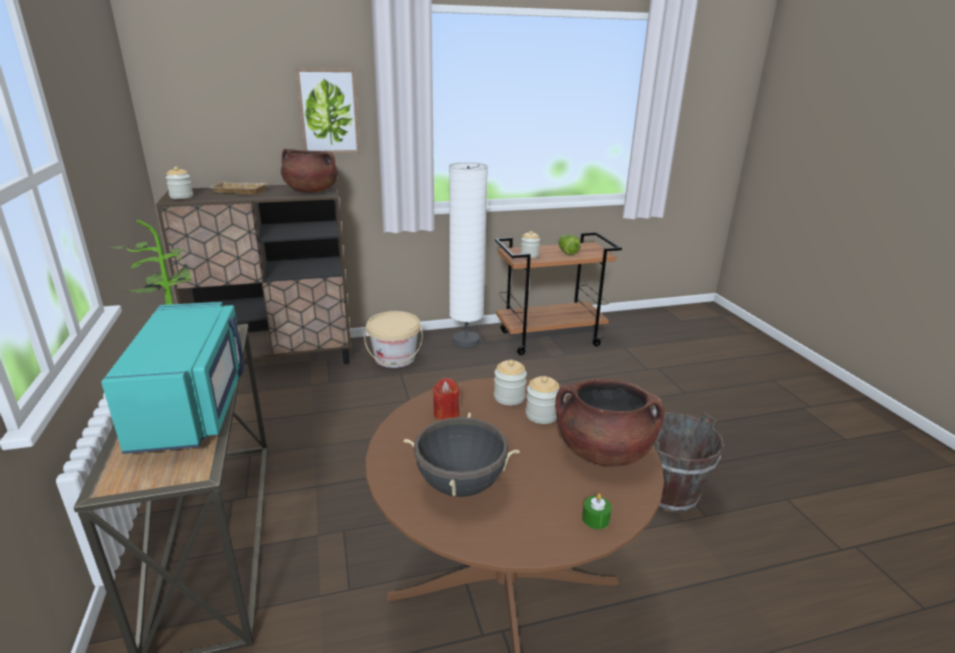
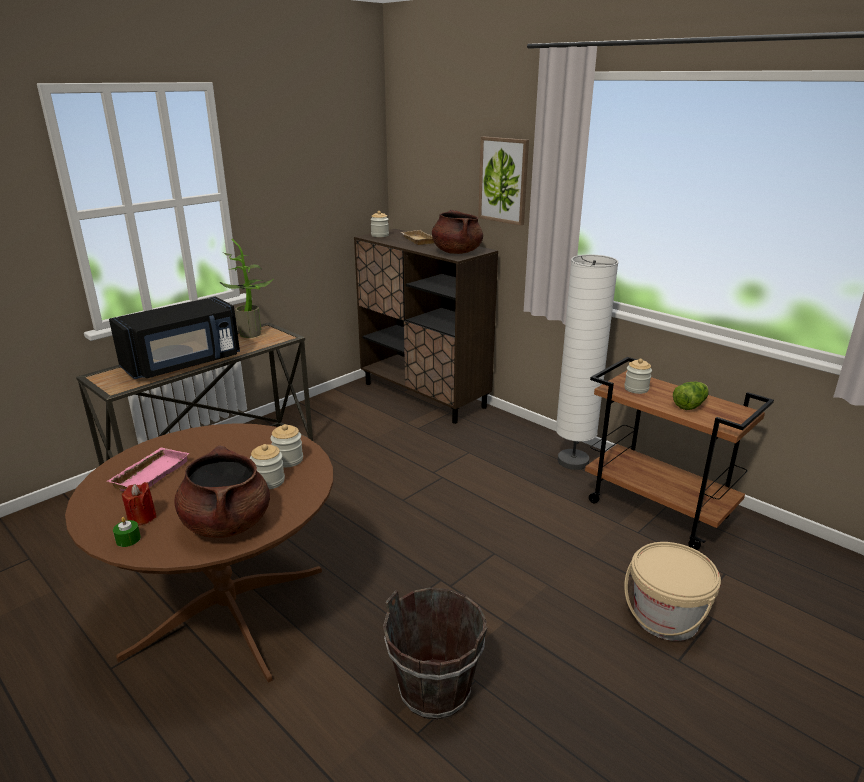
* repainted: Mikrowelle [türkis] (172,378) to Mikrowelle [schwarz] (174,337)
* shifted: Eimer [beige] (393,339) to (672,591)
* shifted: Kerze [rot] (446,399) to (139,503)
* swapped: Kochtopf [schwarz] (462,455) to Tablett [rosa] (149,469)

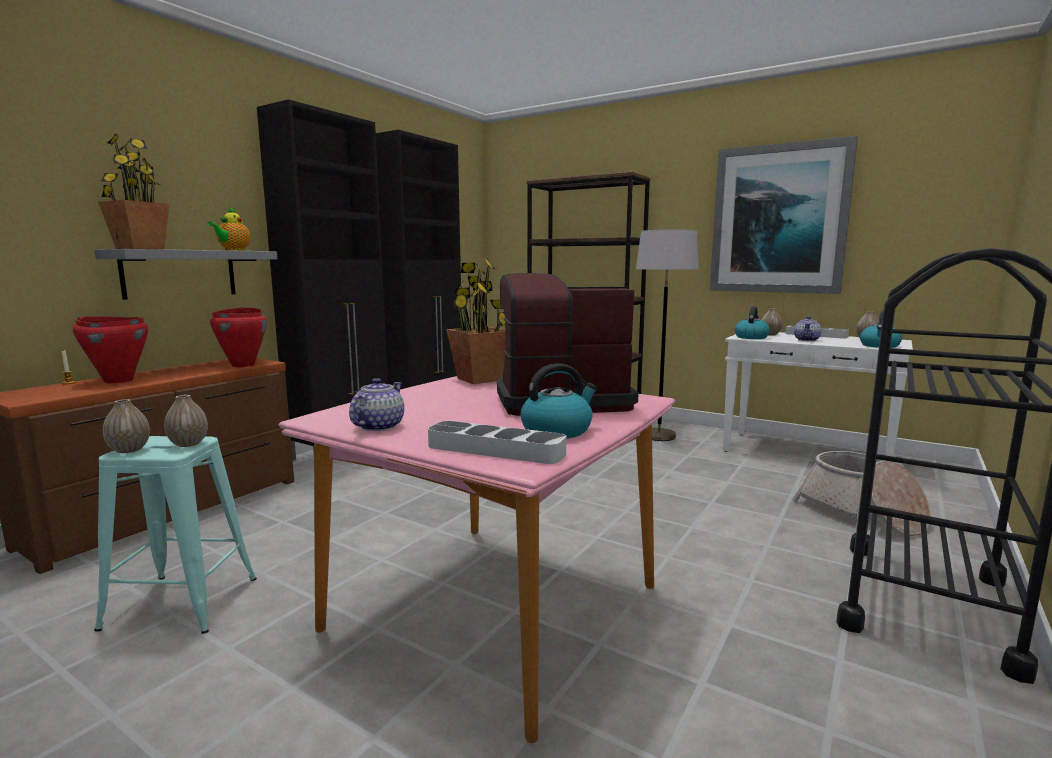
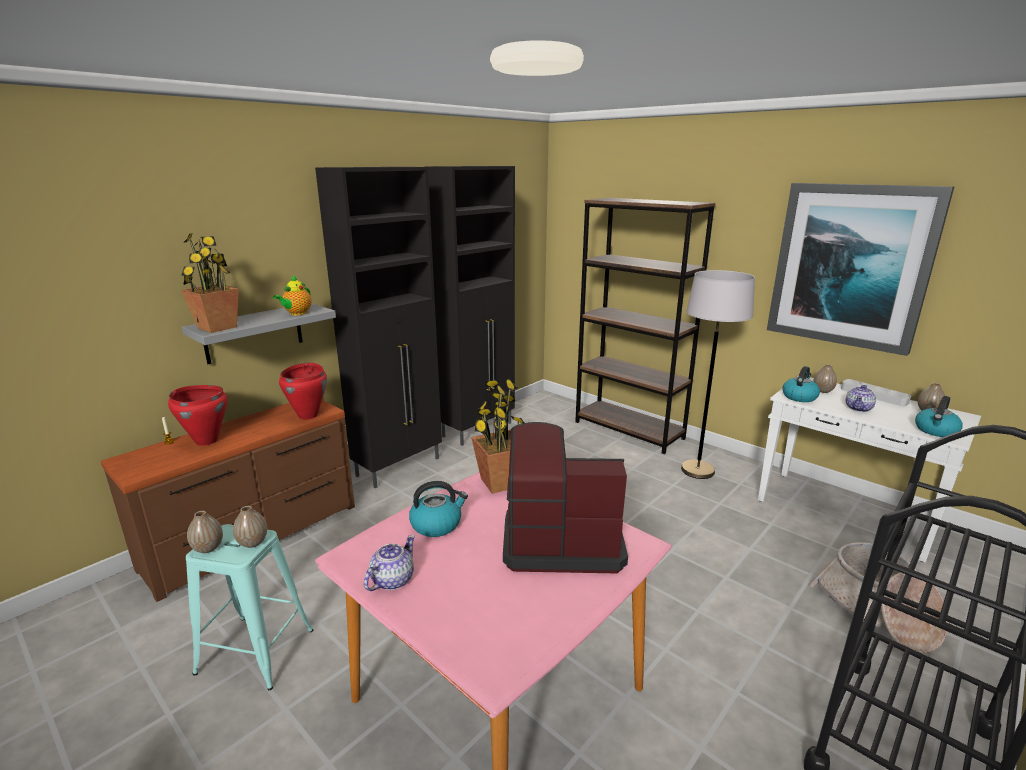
* shifted: Wasserkessel (559,401) to (438,509)
* gone: Tablett [grau] (497,442)

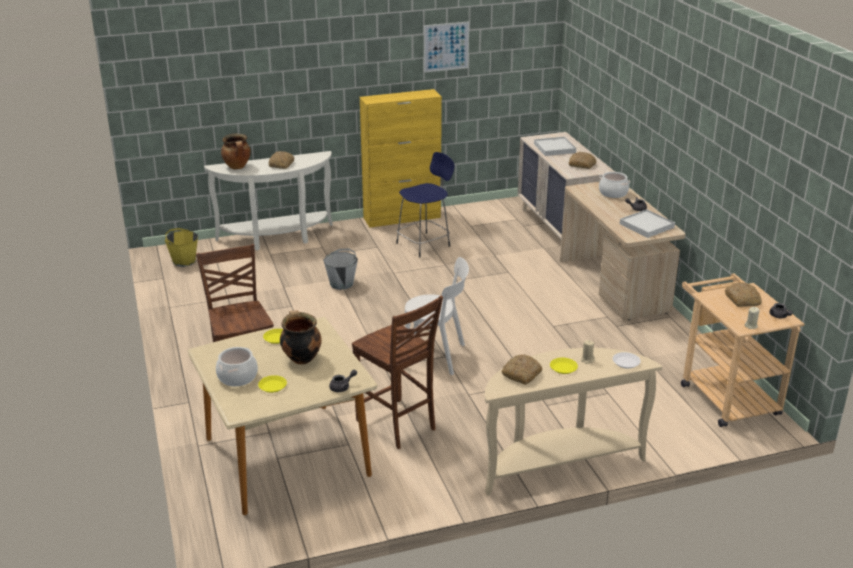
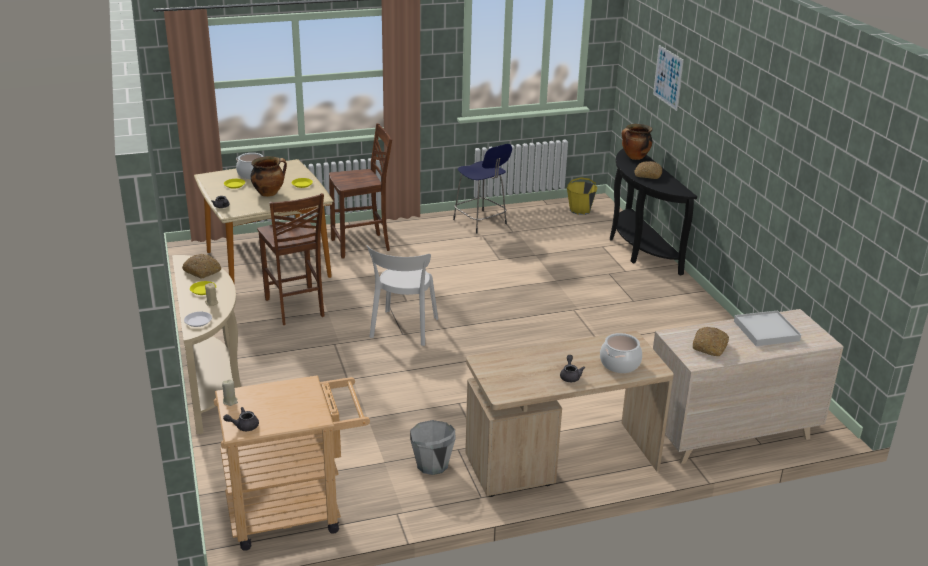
* shifted: Bild (446,47) to (668,78)
* gone: Schrank [gelb] (401,158)
* repainted: Konsolentisch [weiß] (268,201) to Konsolentisch [schwarz] (653,212)
* shifted: Hocker [blau] (425,204) to (482,189)
* gone: Tablett [weiß] (647,223)
* shifted: Eimer [grau] (340,269) to (433,447)
* gone: Brot (743,294)
* rotated: Stuhl [braun] (397,372) = (291,259) 75 degrees counterclockwise

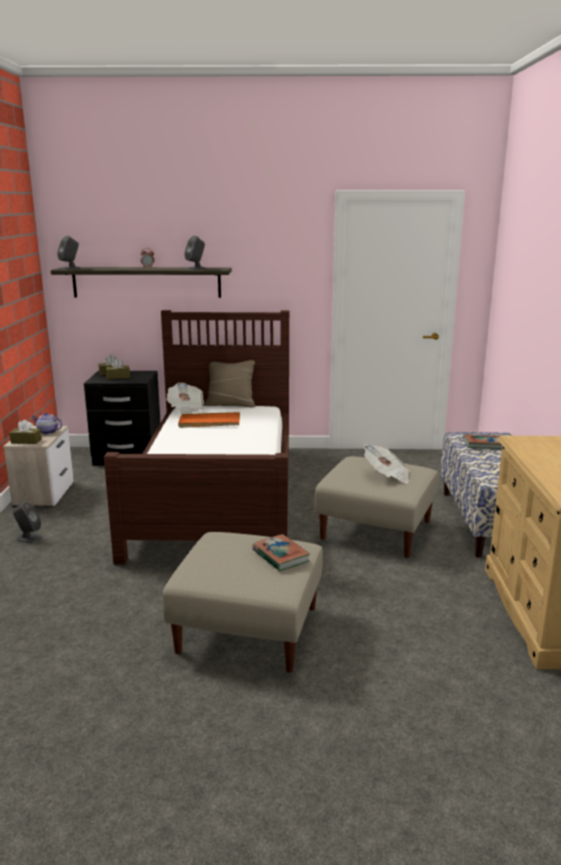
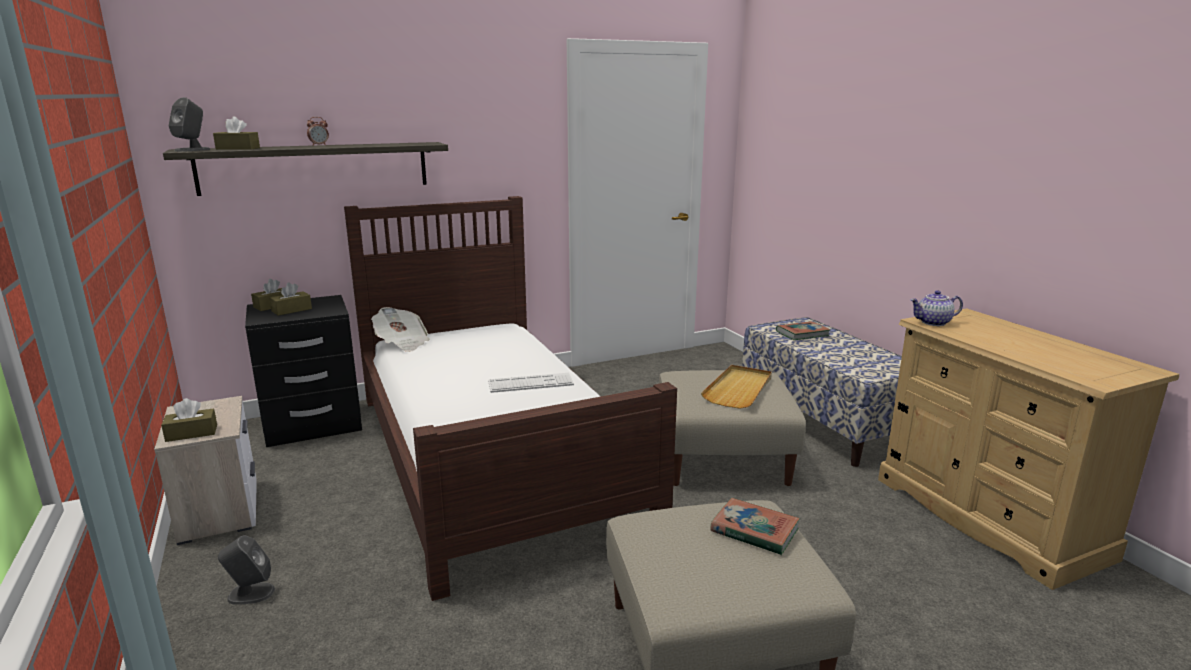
* gone: Lautsprecher [grau] (195,253)
* gone: Kissen [beige] (230,383)
* shifted: Teekanne (47,423) to (936,308)
* gone: Tablett [orange] (209,420)
* swapped: Zeitung (387,463) to Tablett [beige] (736,387)
* new: Taschentuchbox [braun] (236,132)
* new: Tastatur (531,383)

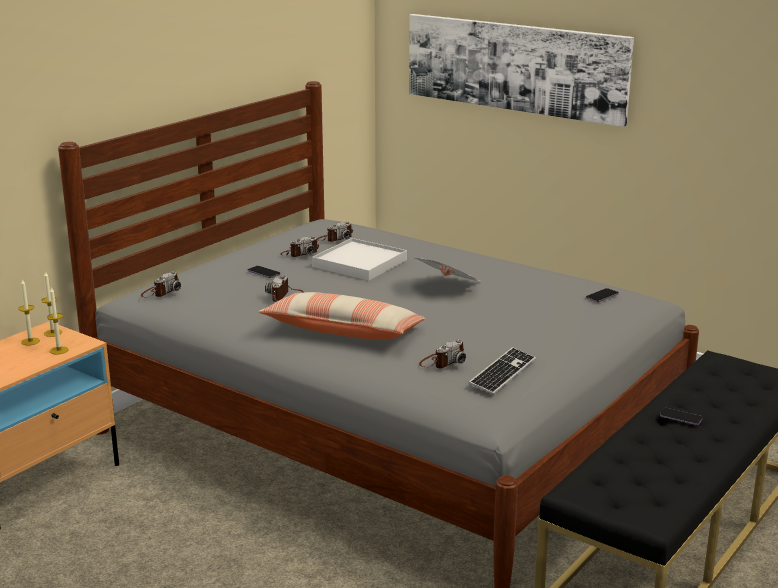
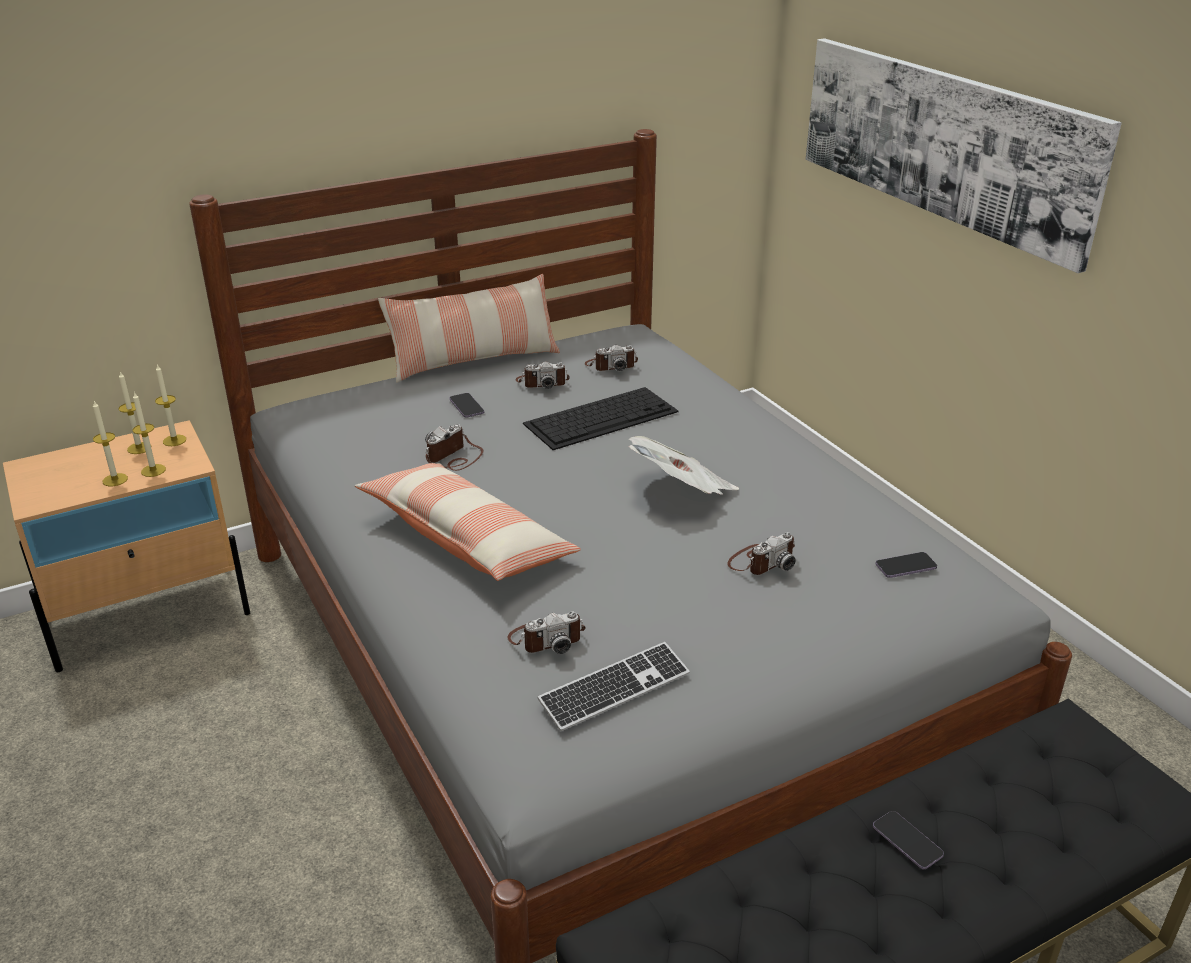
* swapped: Tablett [weiß] (359,259) to Tastatur (600,418)
* shifted: Kamera (161,284) to (761,553)
* new: Kissen (469,328)
* new: Kerze (110,443)

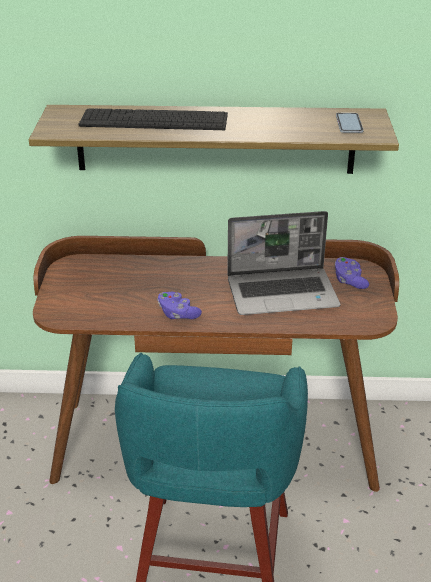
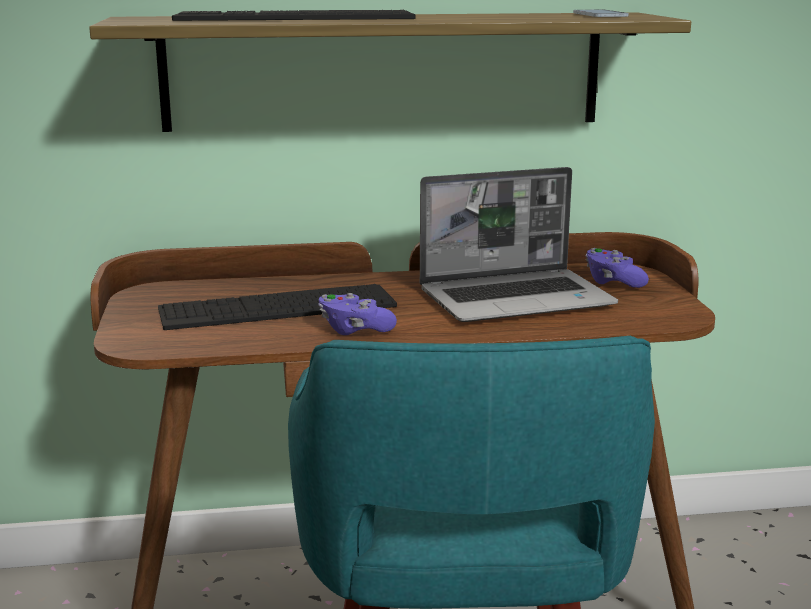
* new: Tastatur (277,307)

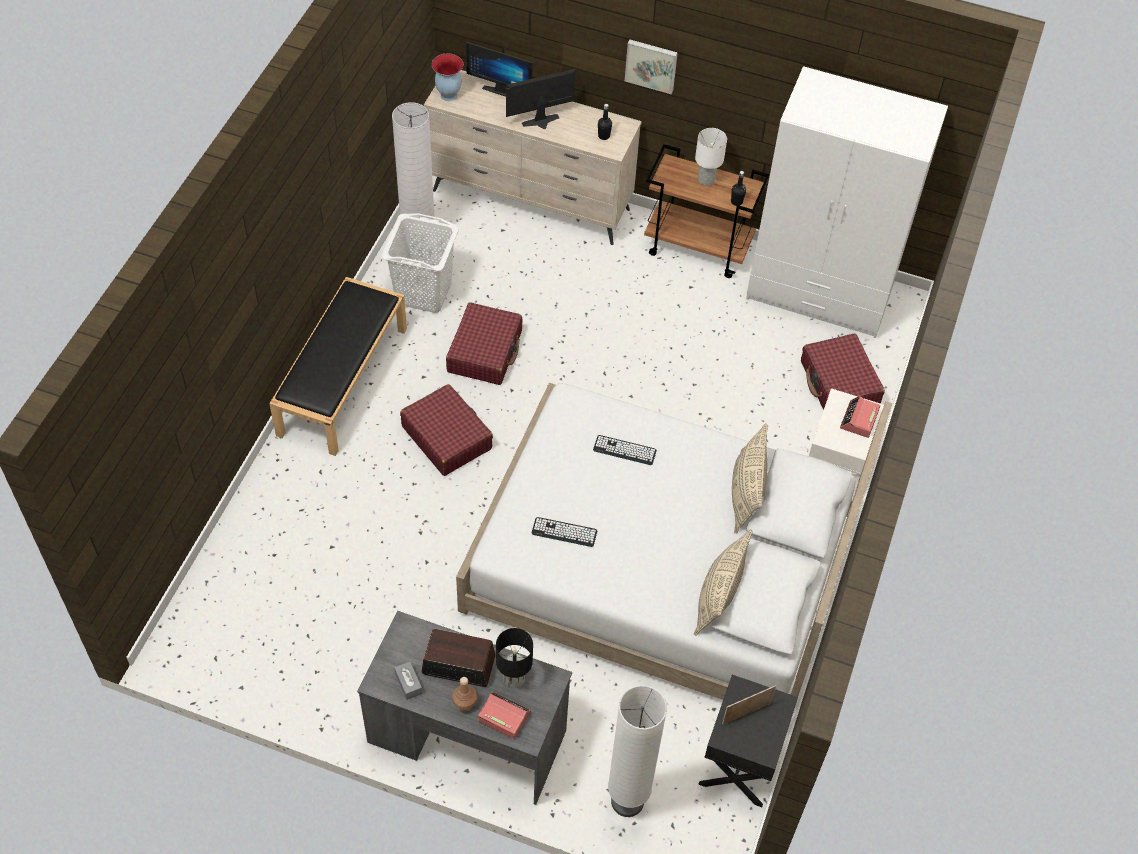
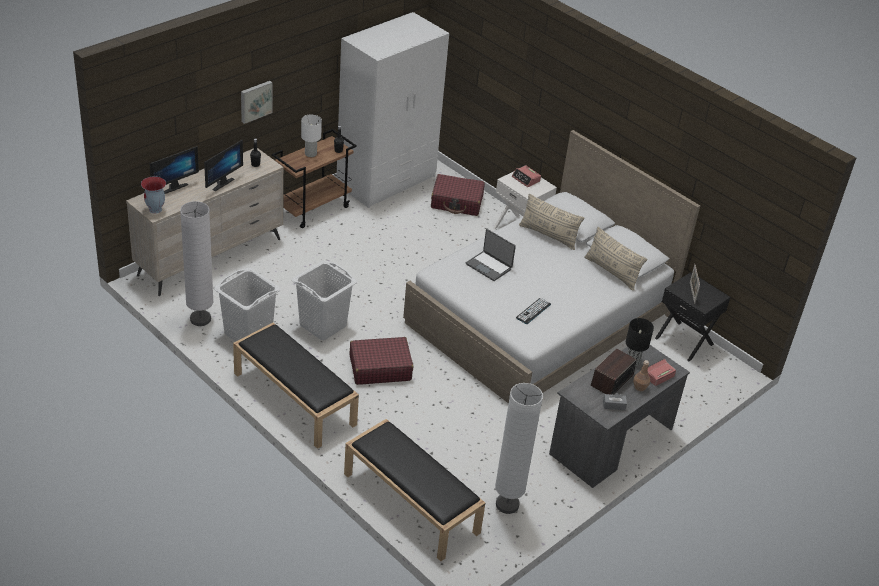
* rotated: Monitor (541,99) = (223,165) 150 degrees counterclockwise
* swapped: Koffer [rot] (484,343) to Wäschekorb [weiß] (324,300)
* swapped: Tastatur (625,450) to Laptop (491,255)
* shifted: Stehlampe [weiß] (637,751) to (519,448)
* new: Bank [schwarz] (414,490)

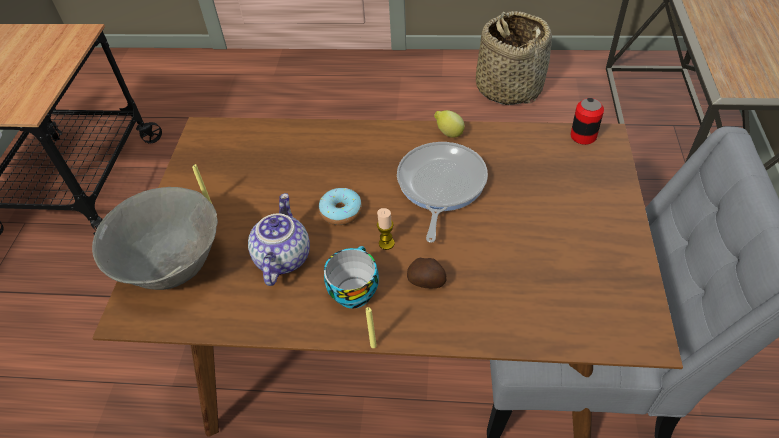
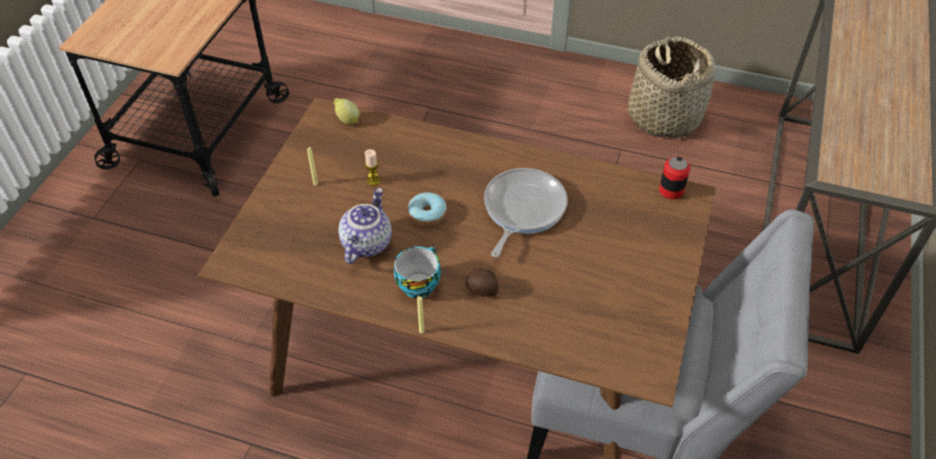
* shifted: Zitrone (449,124) to (347,111)
* gone: Schüssel [grau] (155,238)
* shifted: Kerze (386,229) to (372,167)

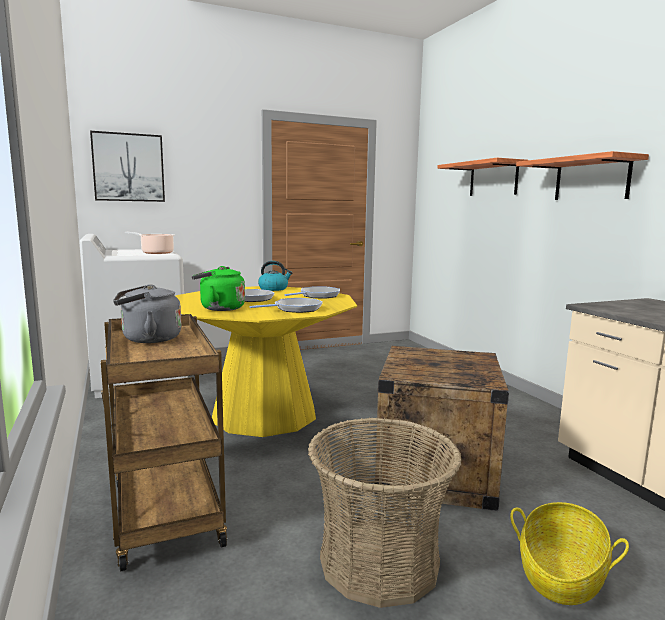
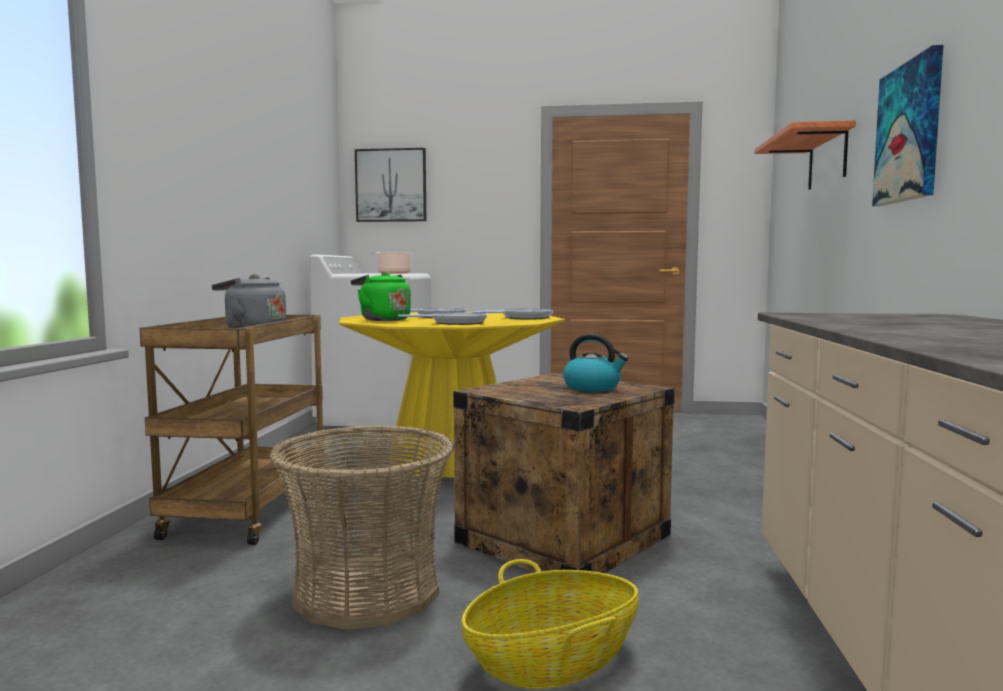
* swapped: Wandregal (582,175) to Bild (908,125)
* shifted: Wasserkessel (275,276) to (596,363)

